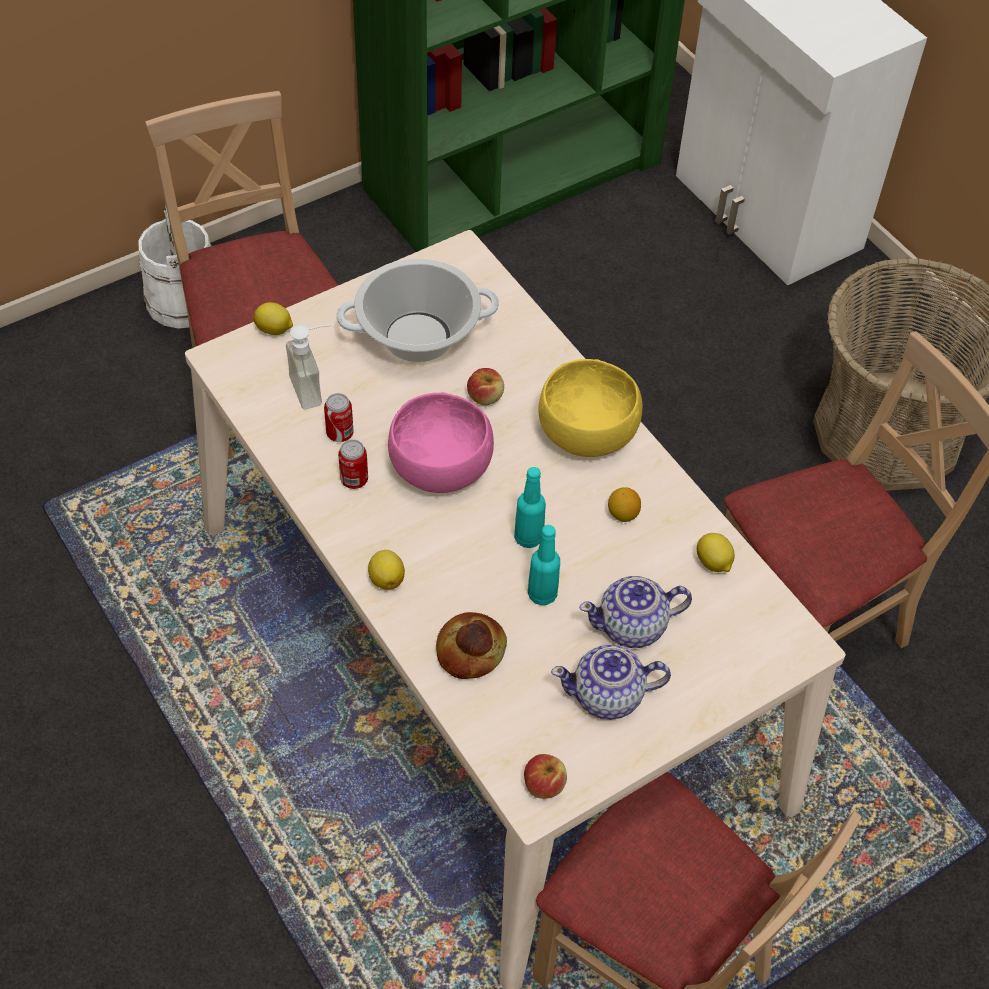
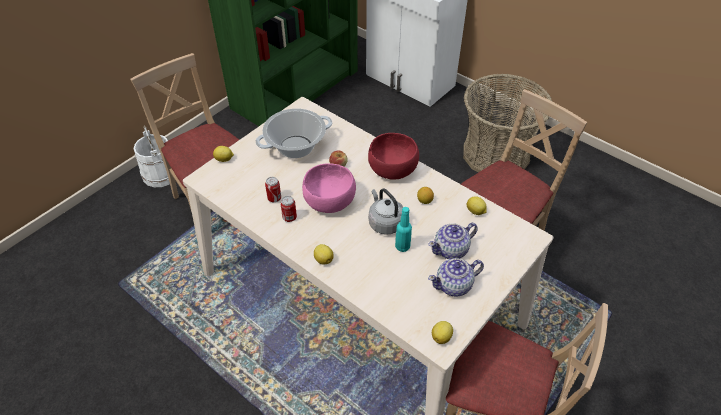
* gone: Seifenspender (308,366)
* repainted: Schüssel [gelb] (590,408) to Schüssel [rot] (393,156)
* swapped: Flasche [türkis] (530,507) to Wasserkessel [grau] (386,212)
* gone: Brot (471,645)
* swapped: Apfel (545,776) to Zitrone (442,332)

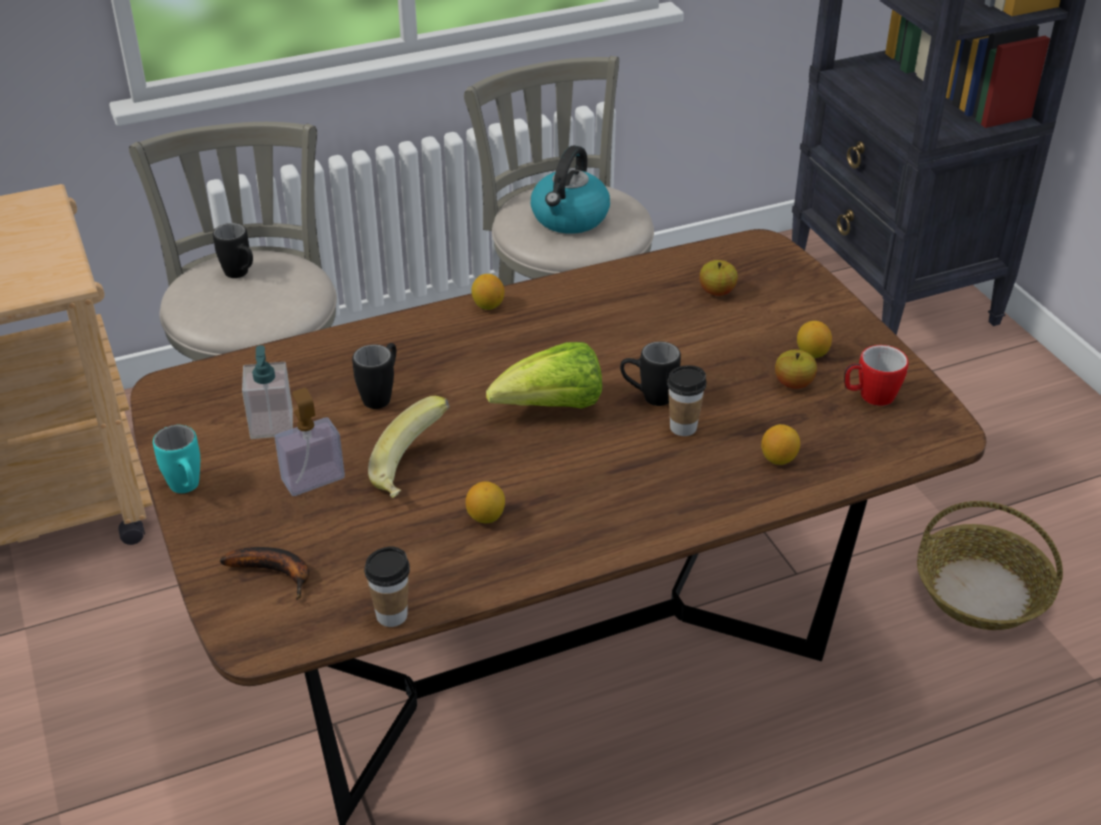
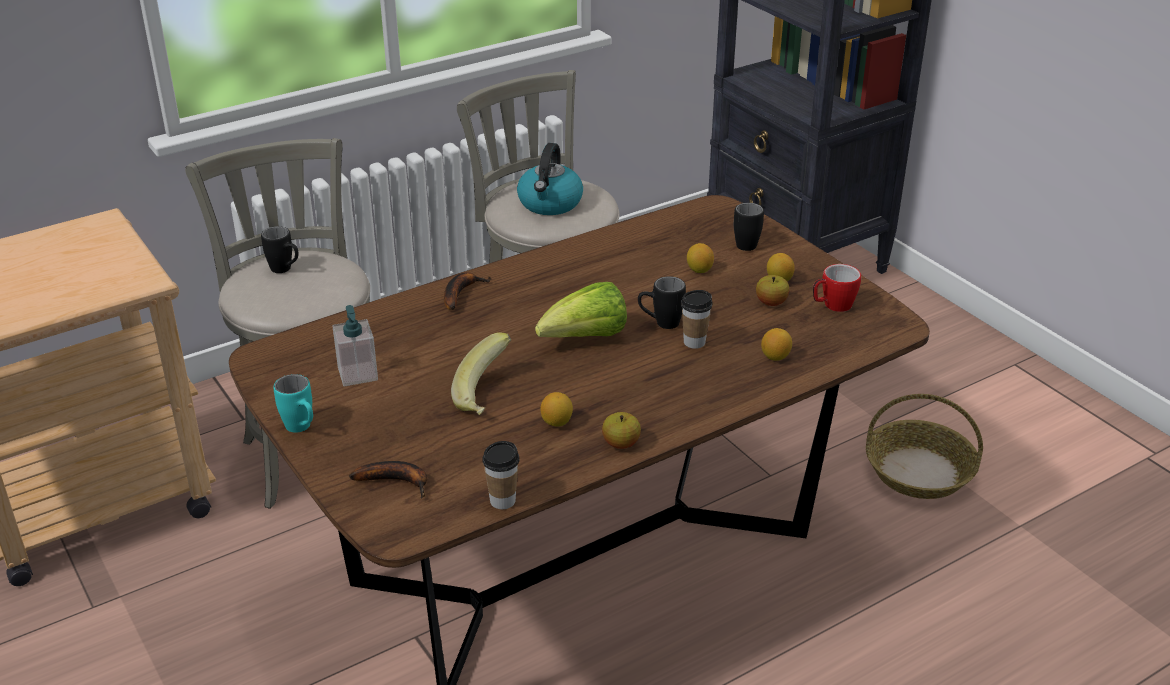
* shifted: Apfel (718,278) to (621,430)
* shifted: Zitrone (487,292) to (700,258)
* shifted: Henkelbecher [schwarz] (374,376) to (749,227)
* gone: Seifenspender (310,442)
* new: Banane (467,291)

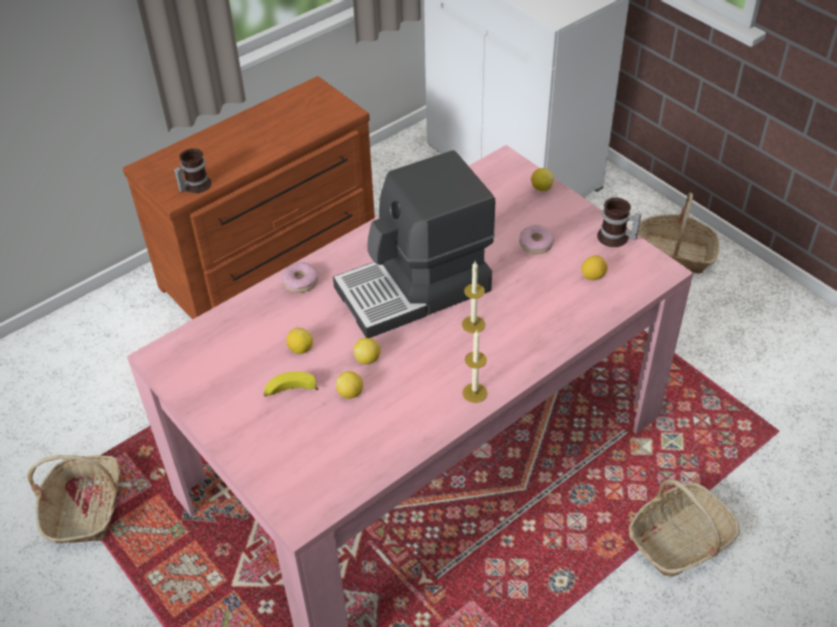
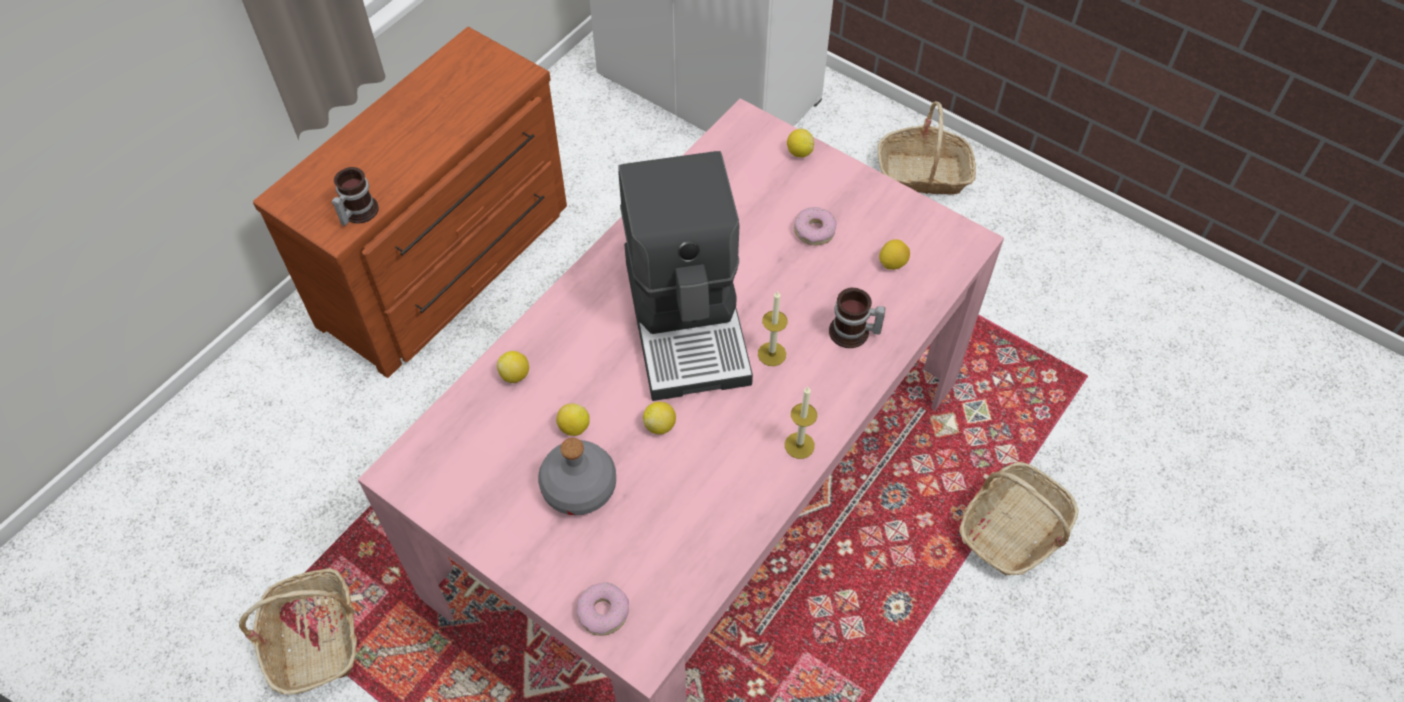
* rotated: Kaffeemaschine (414,244) = (685,276) 60 degrees counterclockwise
* shifted: Henkelbecher (619,222) to (857,318)
* shifted: Donut (300,277) to (602,609)
* shifted: Zitrone (349,385) to (513,367)
* swapped: Banane (291,384) to Flasche [grau] (577,476)

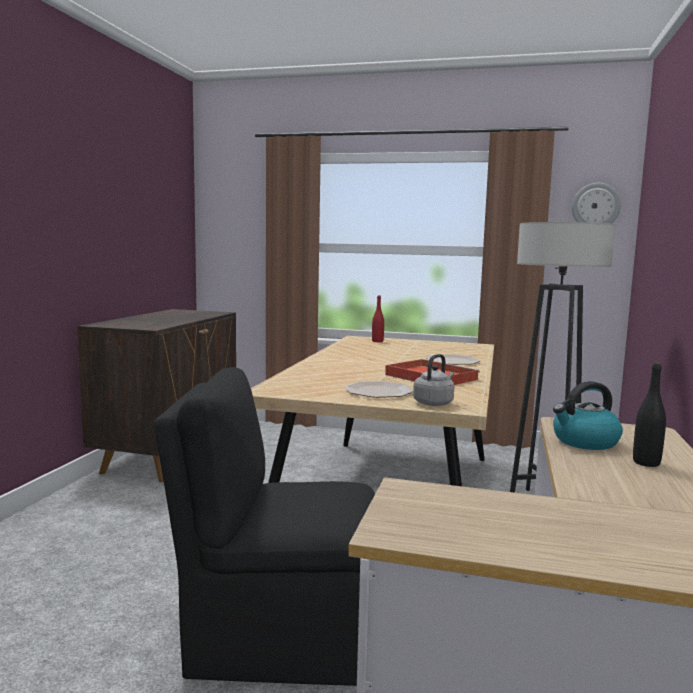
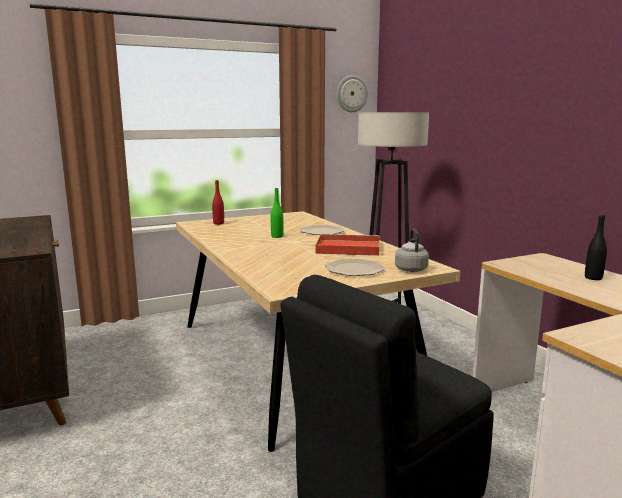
* gone: Wasserkessel (588,415)
* new: Flasche [grün] (277,213)

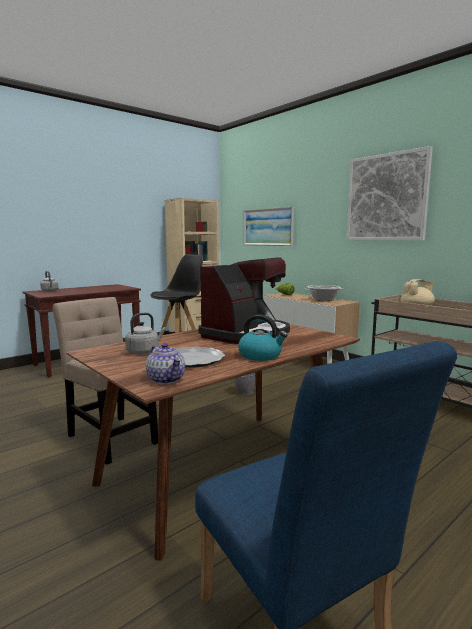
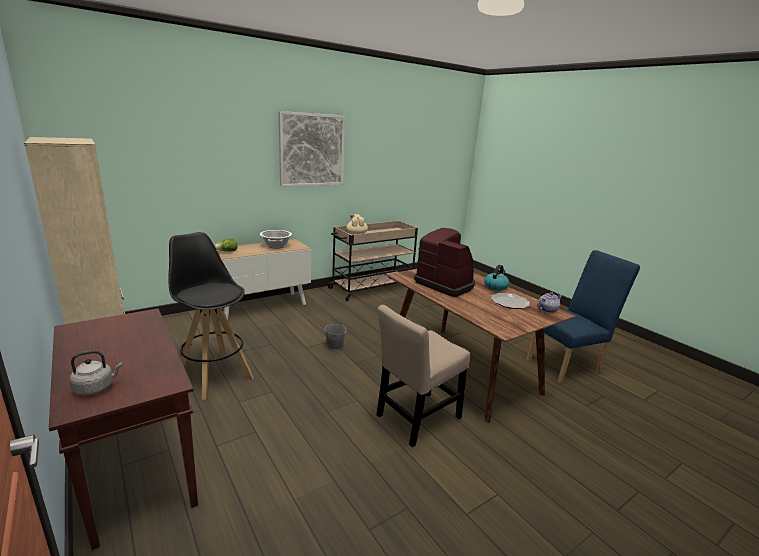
* gone: Bild (268,226)
* gone: Wasserkessel [grau] (145,333)

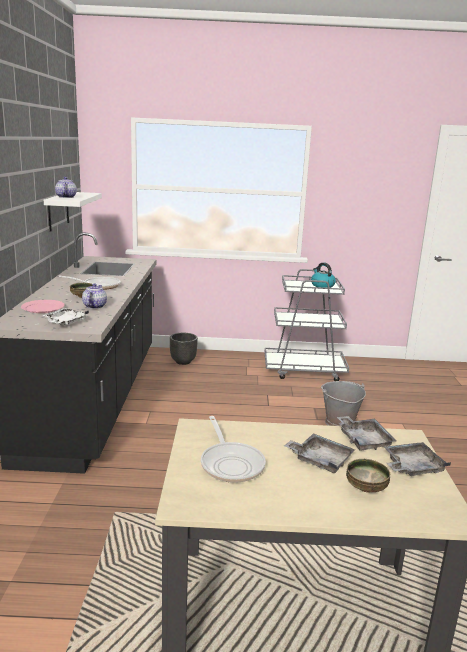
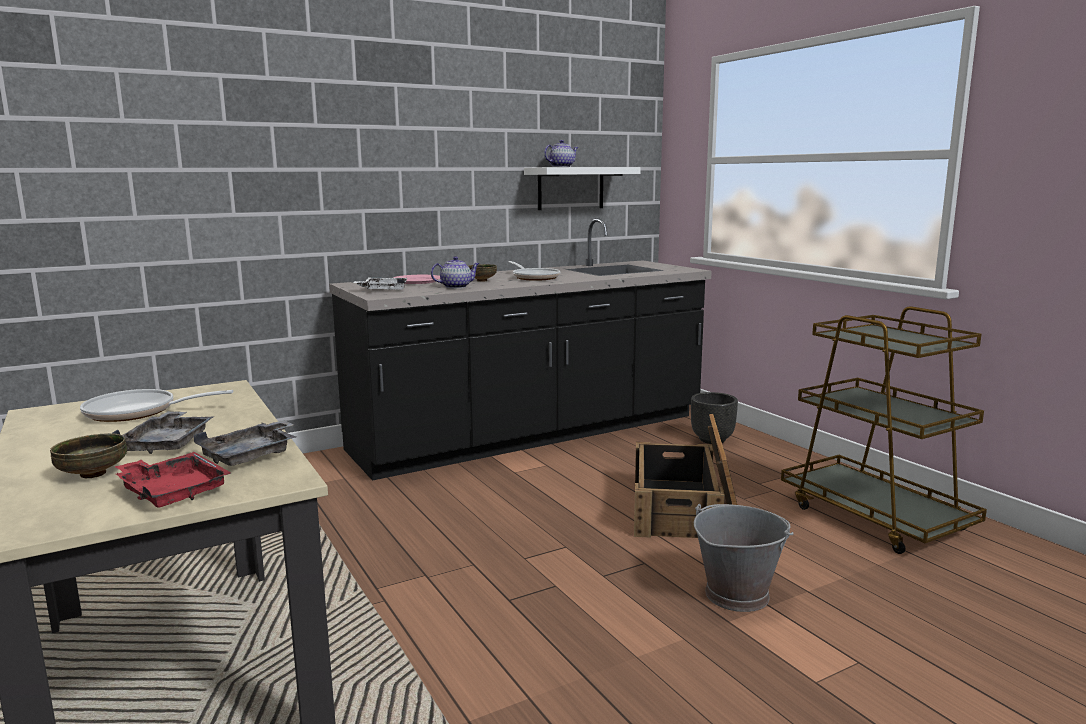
* gone: Wasserkessel (323,275)
* repainted: Rollwagen [grau] (306,325) to Rollwagen [braun] (884,430)
* rotated: Pfanne (233,449) = (157,405) 45 degrees clockwise
* repainted: Tablett [grau] (417,459) to Tablett [rot] (172,480)
* new: Kiste (685,476)

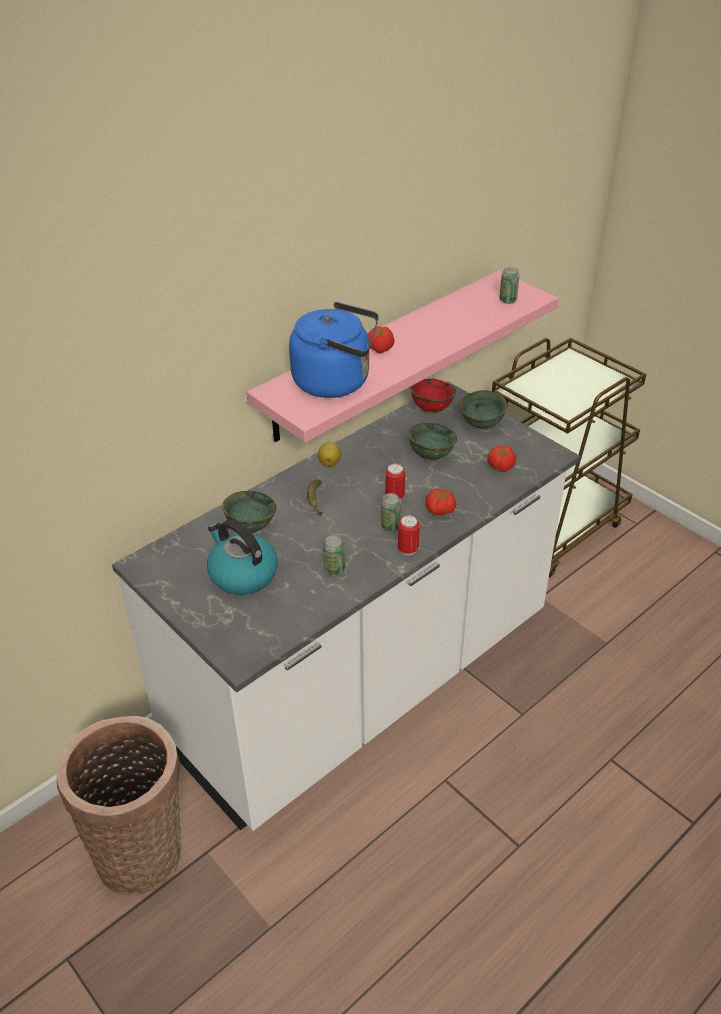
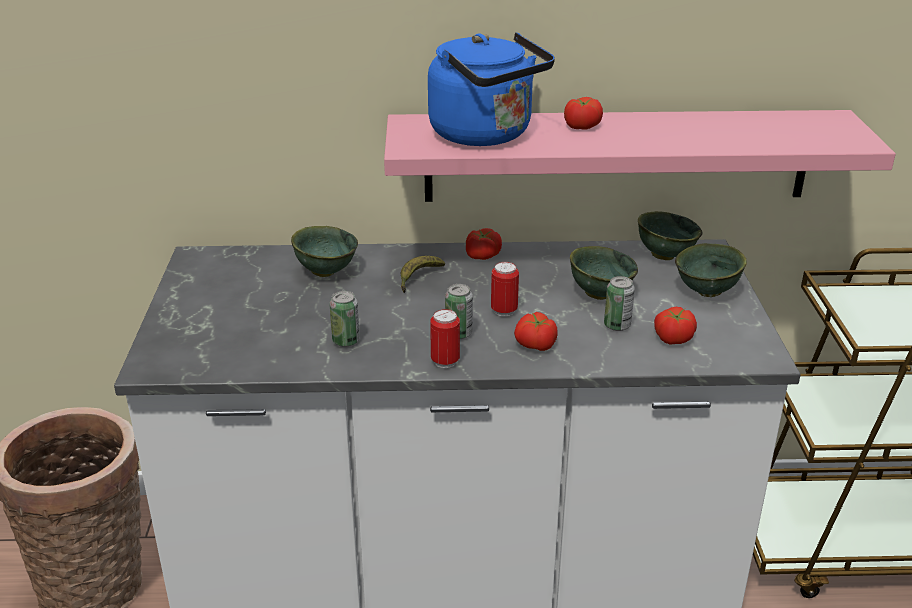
* shifted: Dose (509,285) to (619,303)
* repainted: Schüssel [rot] (433,396) to Schüssel [grün] (670,235)
* swapped: Zitrone (329,454) to Tomate (484,244)
* gone: Wasserkessel (242,557)

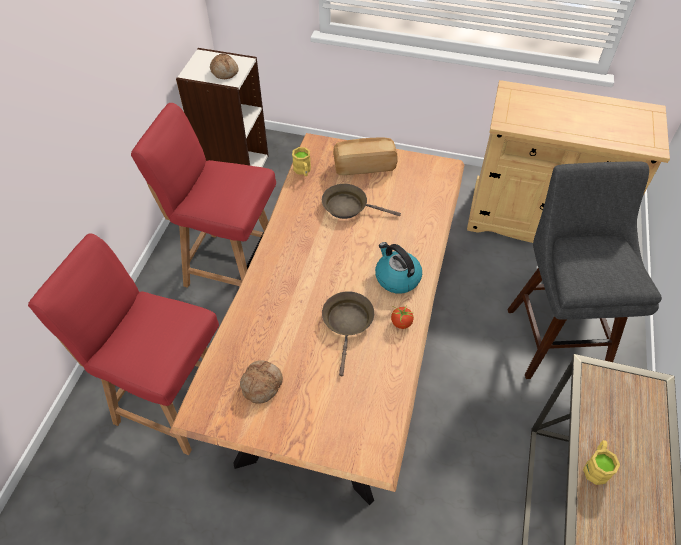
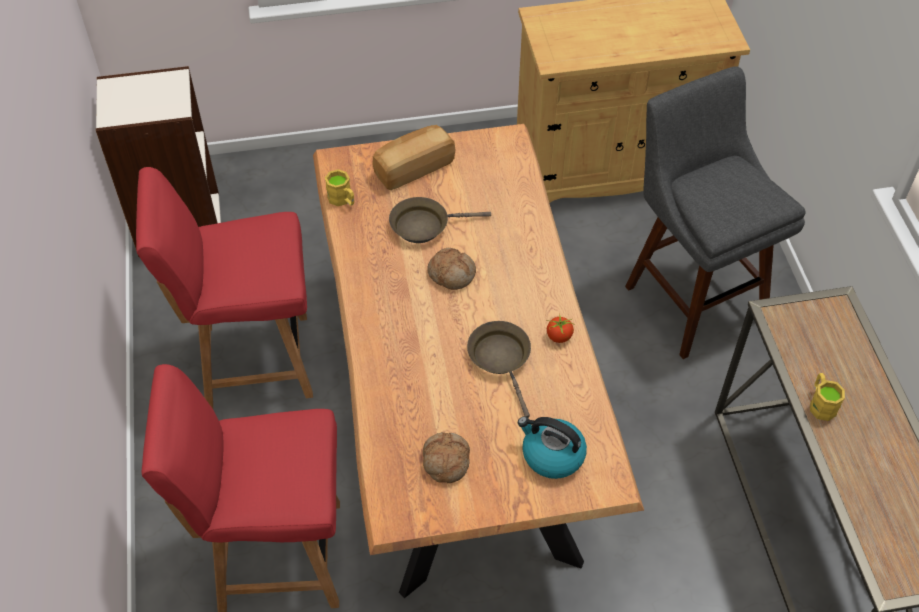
* shifted: Brot (224,66) to (452,269)
* shifted: Wasserkessel (398,268) to (552,447)

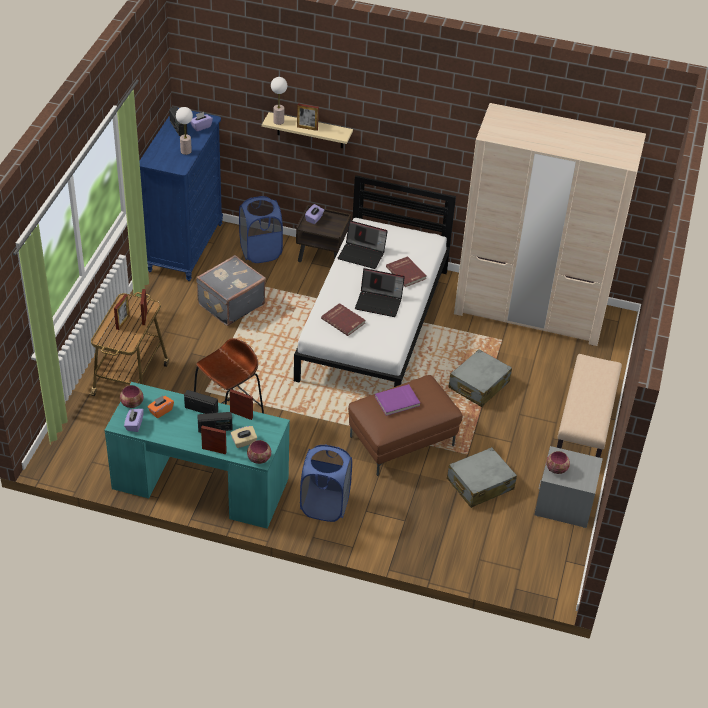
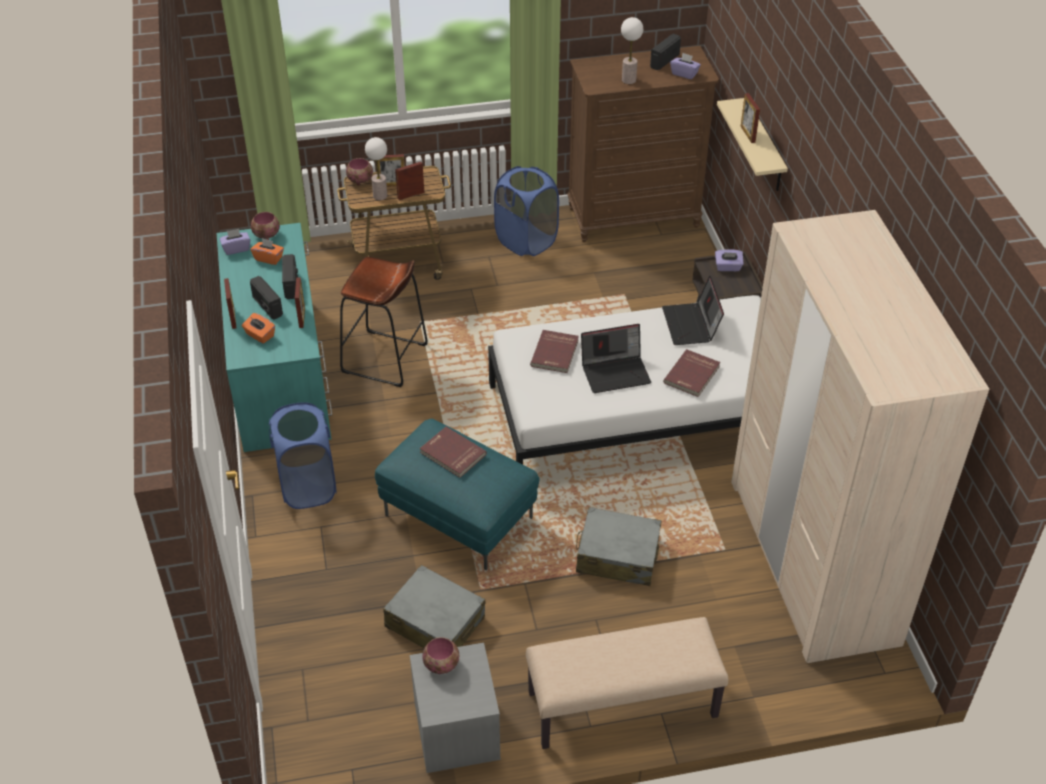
* shifted: Tischlampe (279,101) to (376,168)
* repainted: Kommode [blau] (181,194) to Kommode [braun] (643,144)
* shifted: Wäschekorb [blau] (261,229) to (526,211)
* gone: Koffer [grau] (231,290)
* rotated: Laptop (380,292) = (616,358) 90 degrees counterclockwise
* repainted: Polsterhocker [braun] (405,425) to Polsterhocker [türkis] (457,494)
* repainted: Buch [lila] (397,400) to Buch [rot] (453,452)
* repainted: Taschentuchbox [beige] (243,437) to Taschentuchbox [orange] (258,328)
* shifted: Schüssel (259,452) to (359,172)

